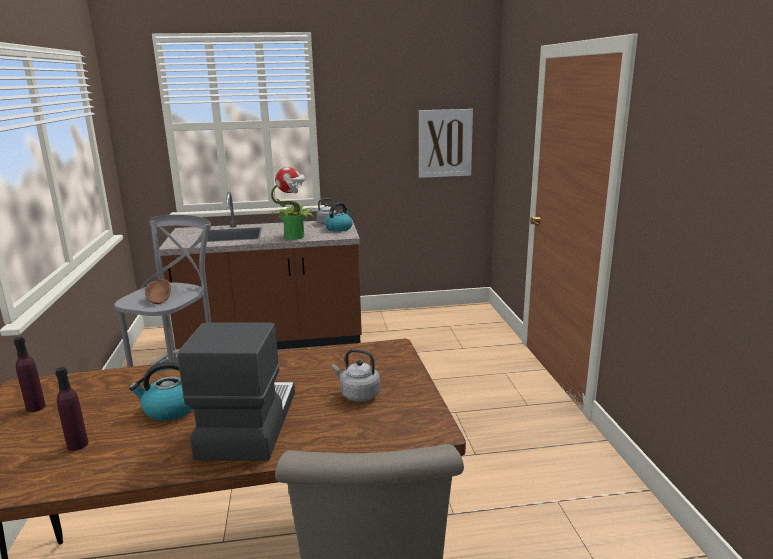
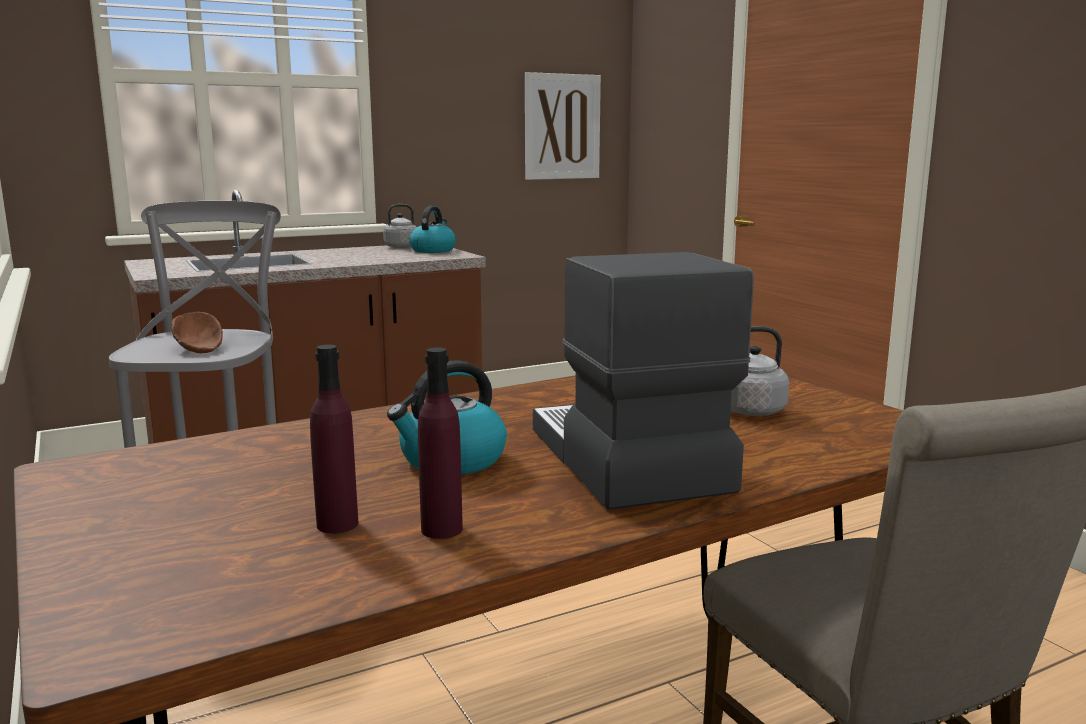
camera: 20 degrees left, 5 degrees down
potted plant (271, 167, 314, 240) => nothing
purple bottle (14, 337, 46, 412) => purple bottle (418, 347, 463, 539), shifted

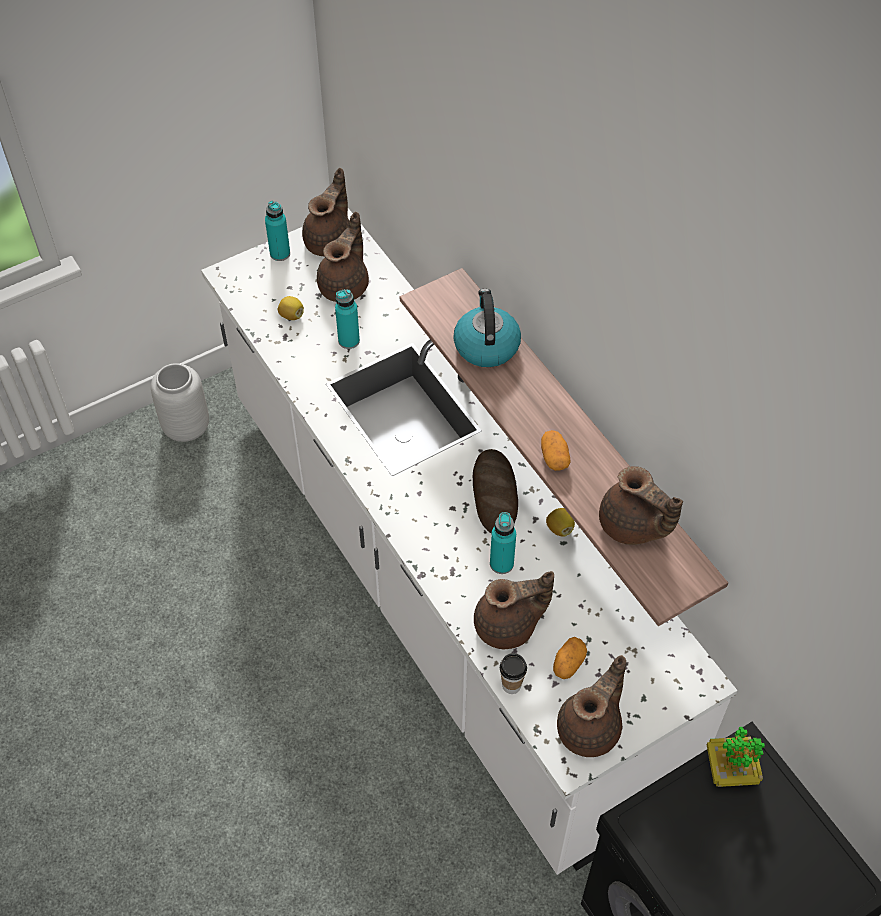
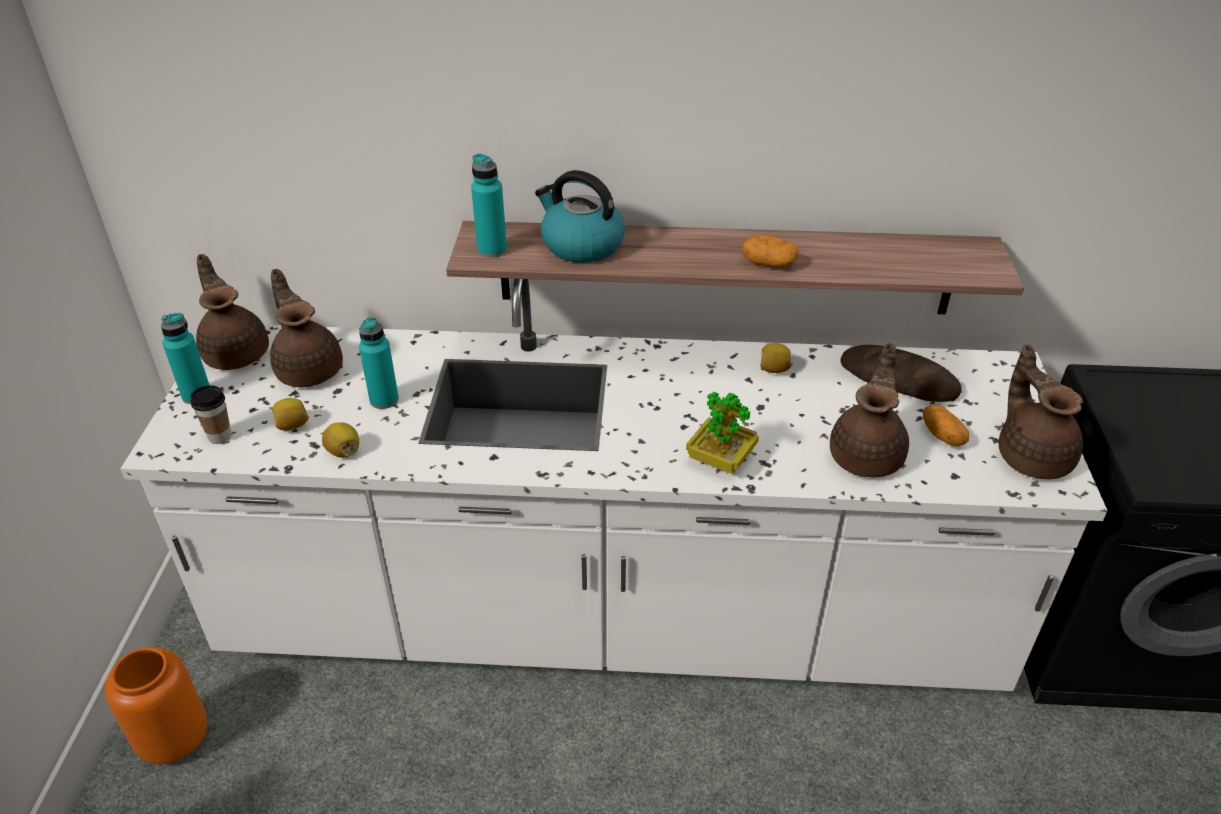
camera: 55 degrees left, 15 degrees down
brown teapot (599, 466, 683, 545) => nothing
nothing => lemon (322, 422, 359, 458)
bread (473, 449, 518, 534) => bread (840, 345, 962, 402), shifted
turquoise bottle (490, 512, 516, 574) => turquoise bottle (471, 154, 507, 258), shifted
cup (500, 653, 527, 694) => cup (191, 385, 232, 444), shifted
potted plant (707, 727, 765, 787) => potted plant (686, 391, 759, 474), shifted
grey vase (151, 363, 209, 442) => orange vase (105, 647, 207, 764)

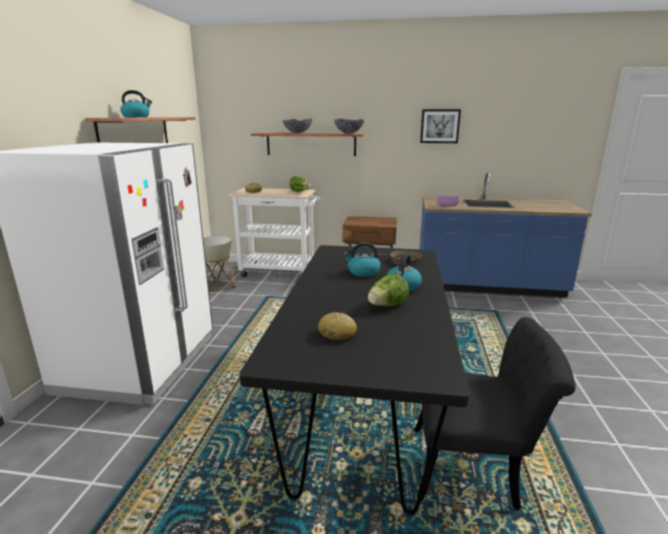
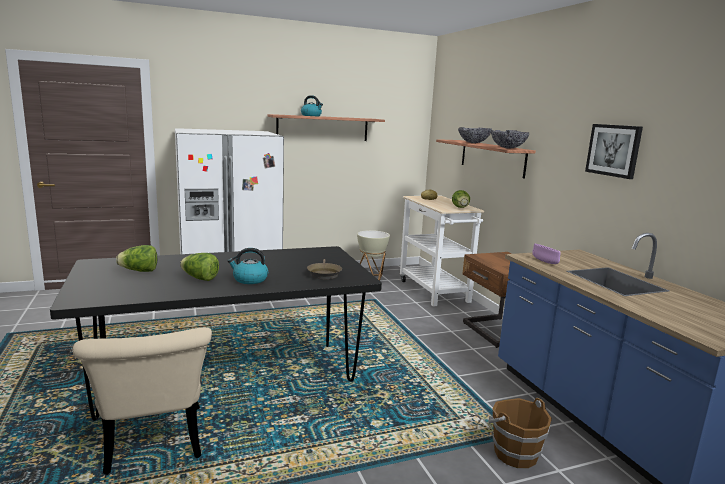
camera: 60 degrees right, 5 degrees down
kettle (343, 242, 381, 277) => nothing
nothing => brown bucket (488, 397, 552, 468)
bread (318, 312, 357, 340) => lettuce (116, 245, 157, 272)
black chair (414, 317, 576, 510) => beige chair (73, 327, 212, 475)

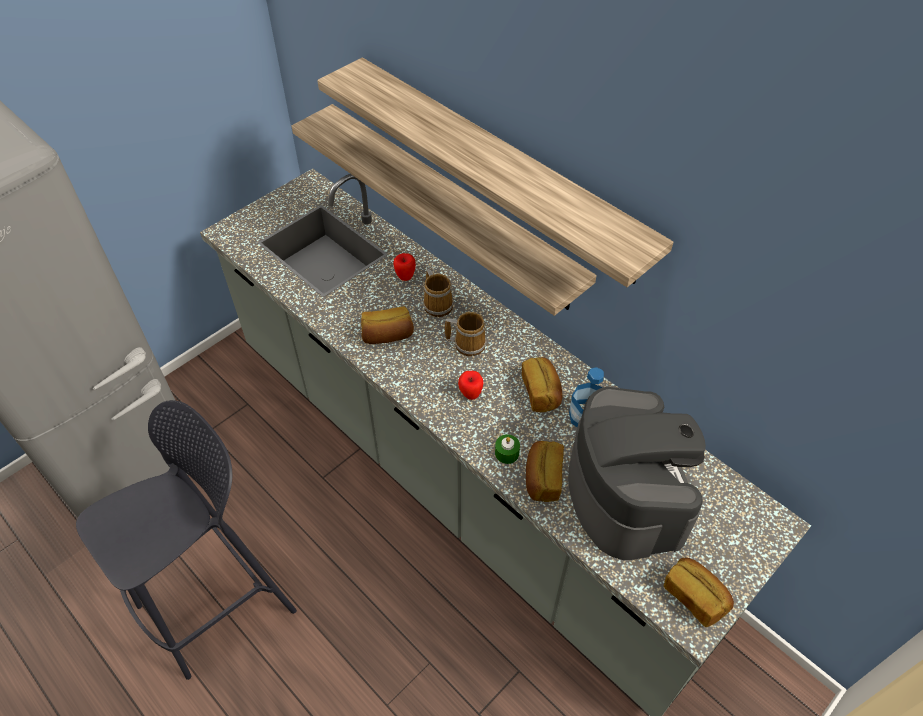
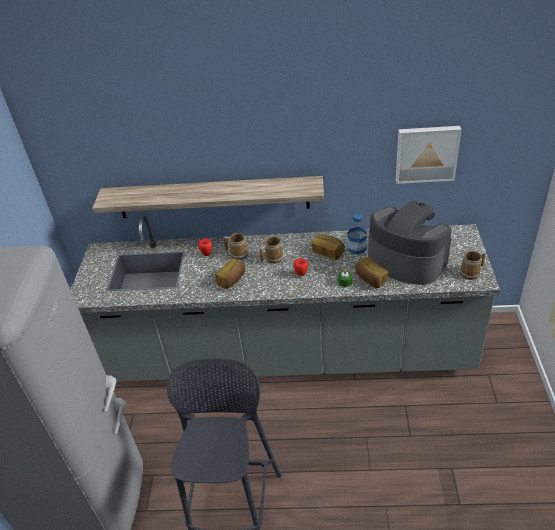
camera: 40 degrees left, 10 degrees down
shelf (317, 57, 673, 287) => nothing
nothing => picture (396, 126, 462, 184)
bread (663, 558, 734, 627) => mug (460, 251, 485, 280)

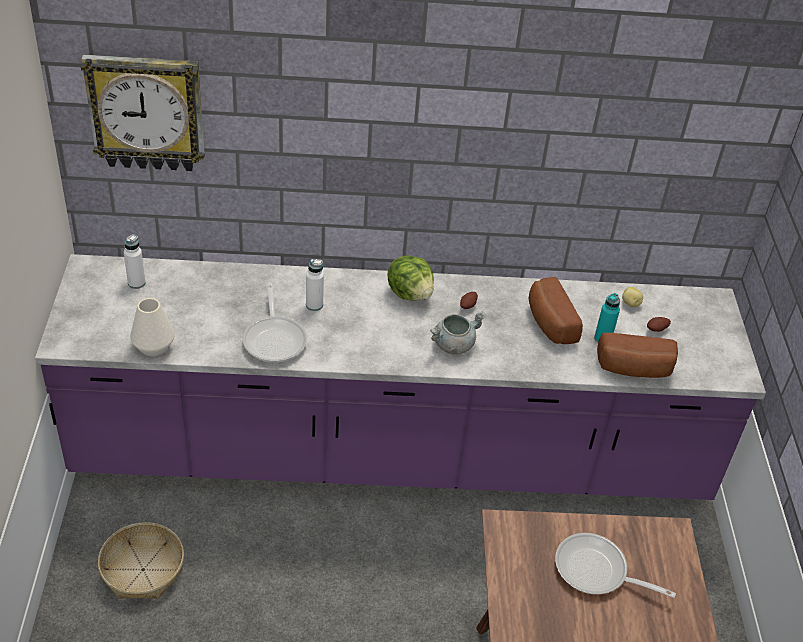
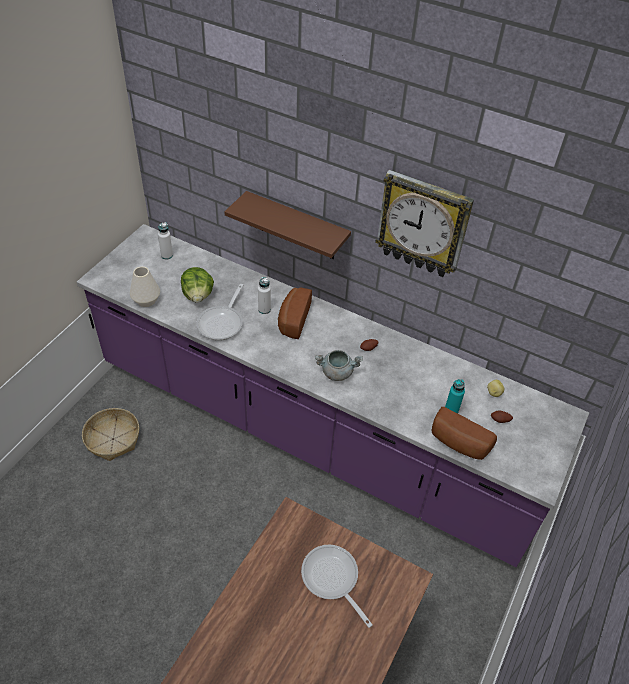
camera: 30 degrees right, 5 degrees up
nothing => brown shelf (225, 191, 351, 259)
wall clock (81, 54, 205, 171) => wall clock (375, 170, 474, 277), shifted
lettuce (387, 255, 434, 300) => lettuce (181, 267, 214, 302), shifted
bread (528, 277, 583, 344) => bread (278, 288, 312, 339), shifted

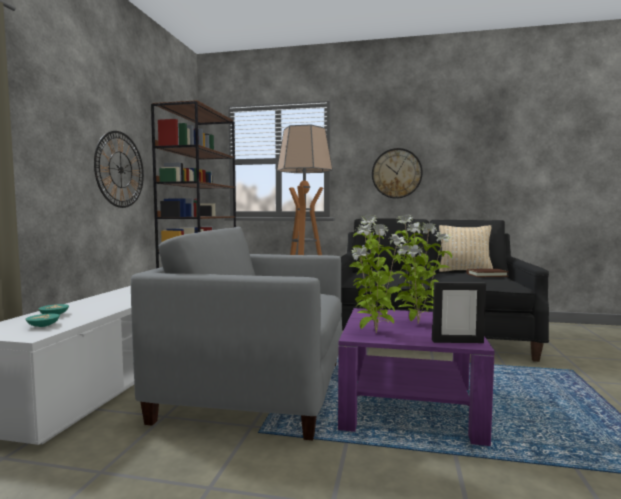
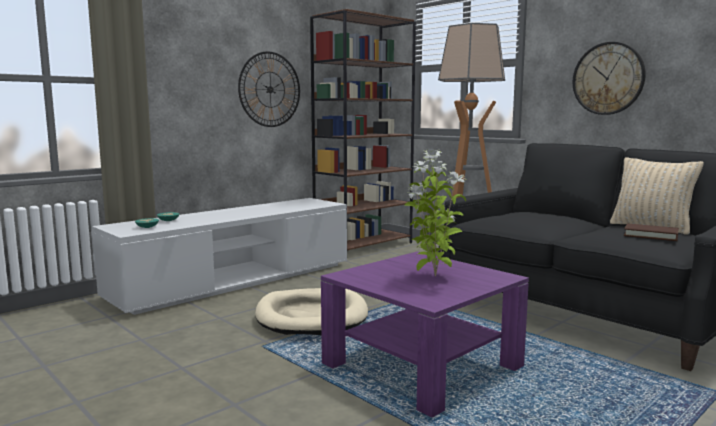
camera: 35 degrees right, 5 degrees up
potted plant (349, 214, 407, 333) => nothing
picture frame (432, 282, 486, 343) => nothing
grey armchair (131, 227, 342, 440) => beige dog bed (255, 288, 368, 335)

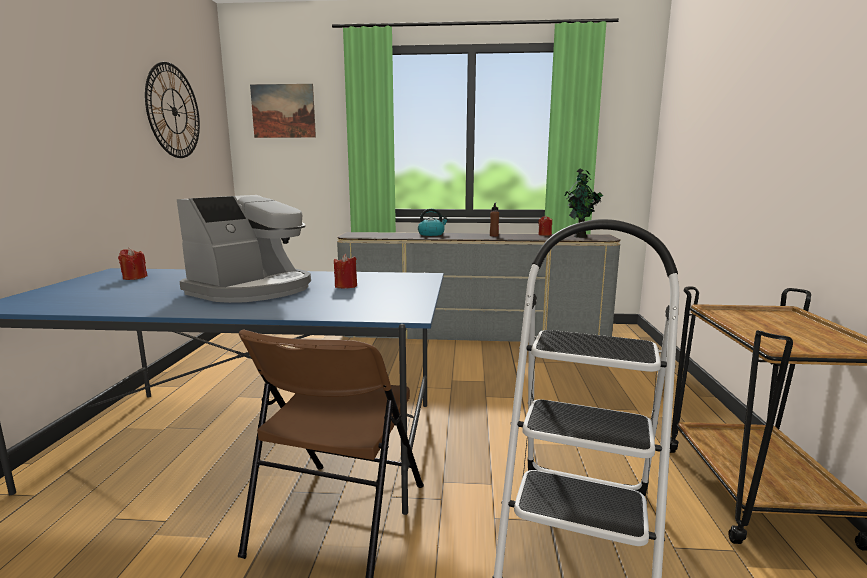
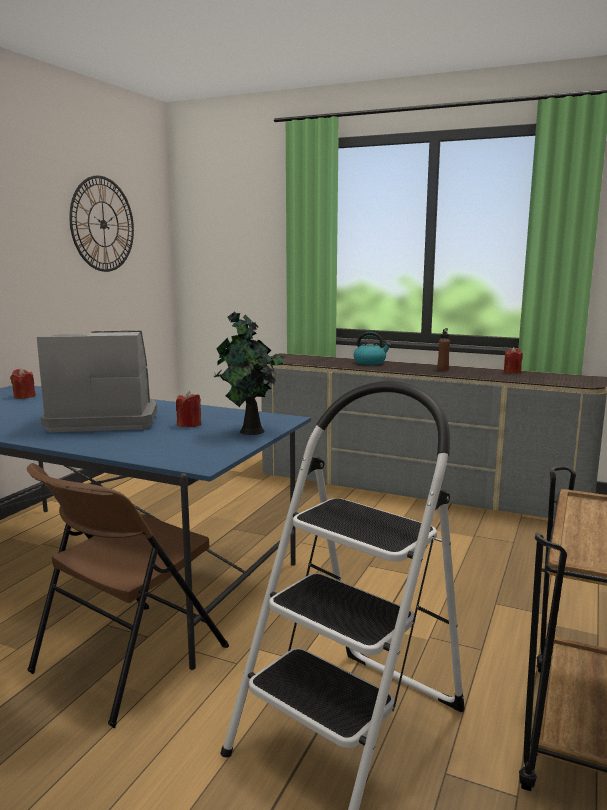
camera: 20 degrees right, 0 degrees up
picture (250, 84, 316, 138) => nothing
potted plant (565, 168, 603, 238) => potted plant (214, 312, 285, 435), shifted
coffee machine (177, 195, 311, 303) => coffee machine (37, 331, 157, 432), 150 degrees counterclockwise

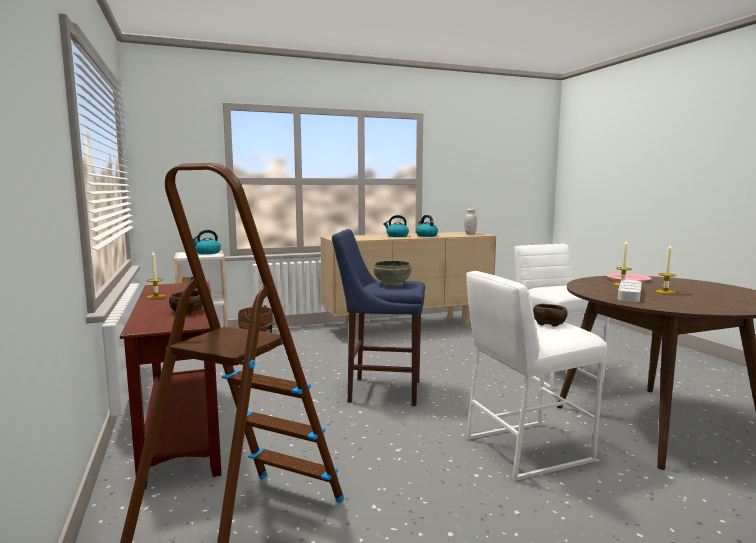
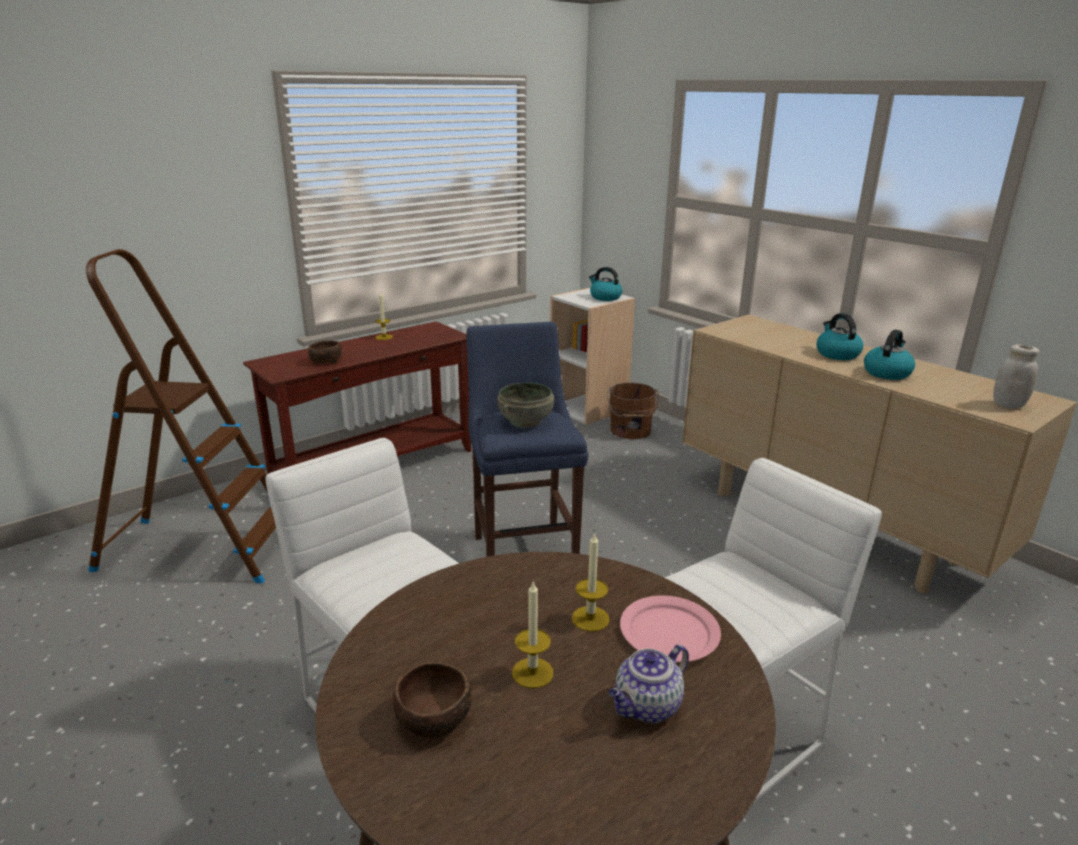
camera: 70 degrees right, 15 degrees up
grey tray (617, 280, 642, 302) => nothing
nothing => teapot (609, 644, 689, 723)
brown bowl (533, 304, 568, 327) => brown bowl (393, 662, 472, 739), shifted

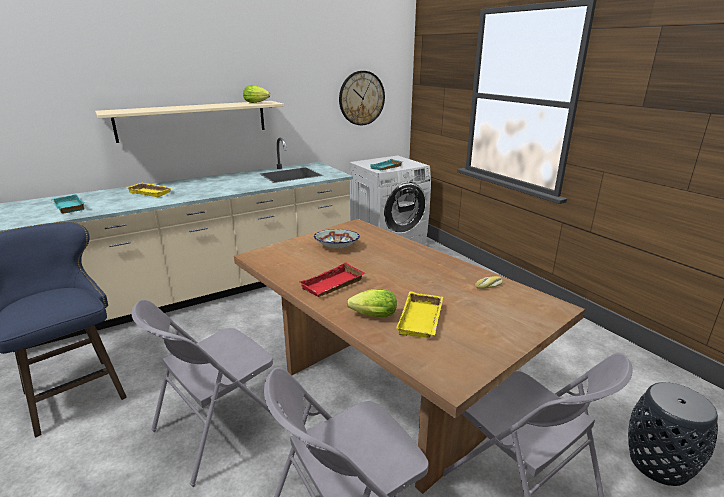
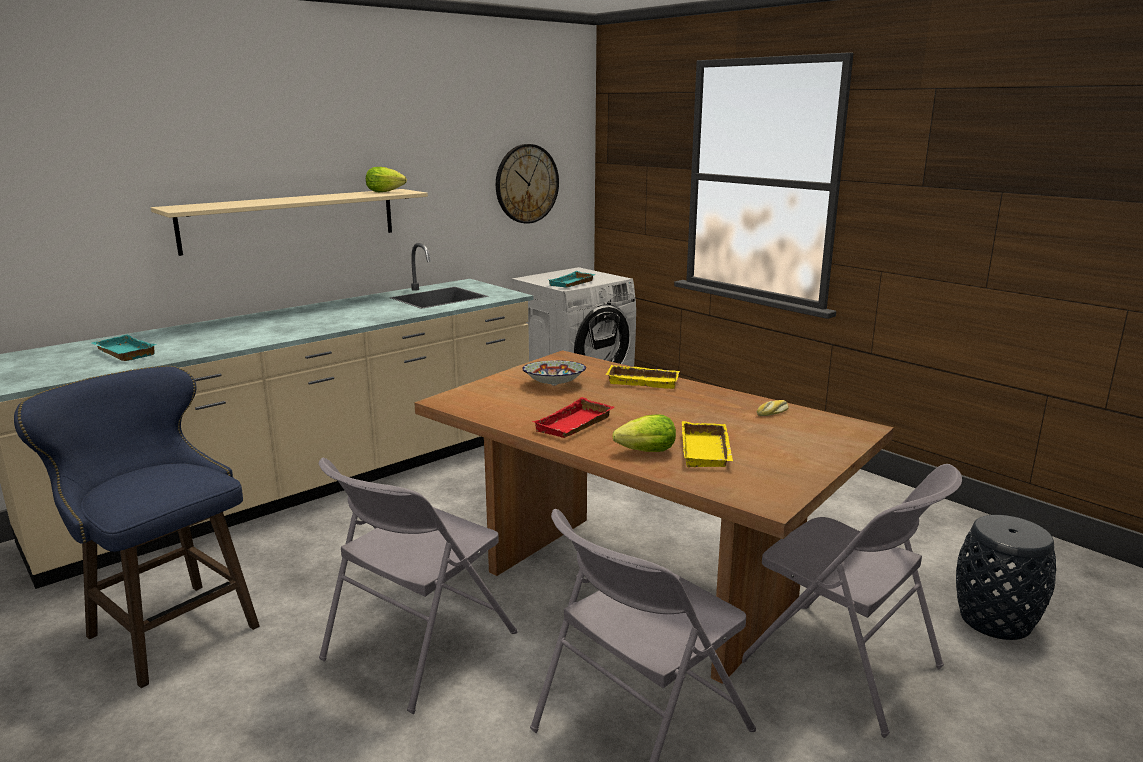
camera: 10 degrees left, 5 degrees down
yellow tray (127, 182, 172, 197) => yellow tray (606, 365, 680, 389), shifted

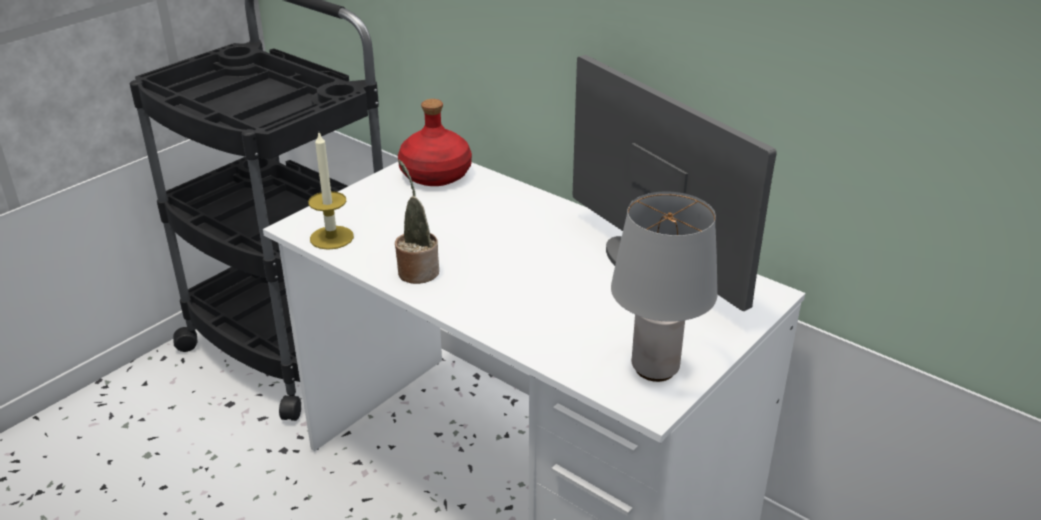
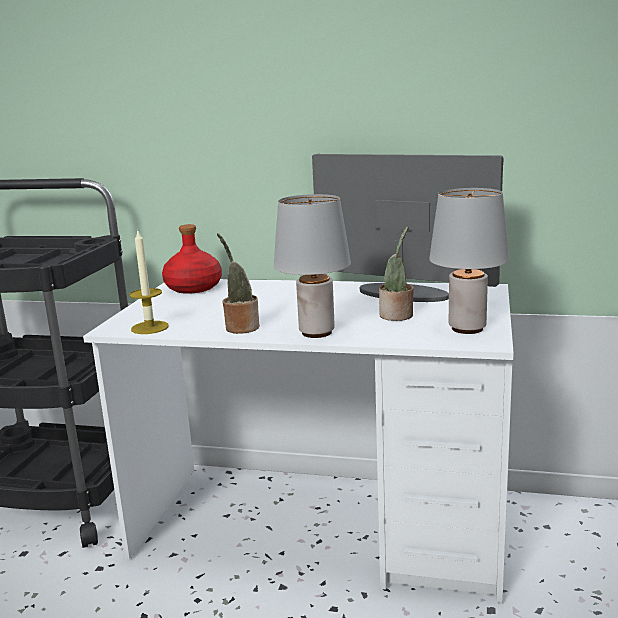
camera: 25 degrees left, 15 degrees down
nothing => grey table lamp (274, 194, 351, 338)
nothing => potted plant (379, 227, 414, 321)

